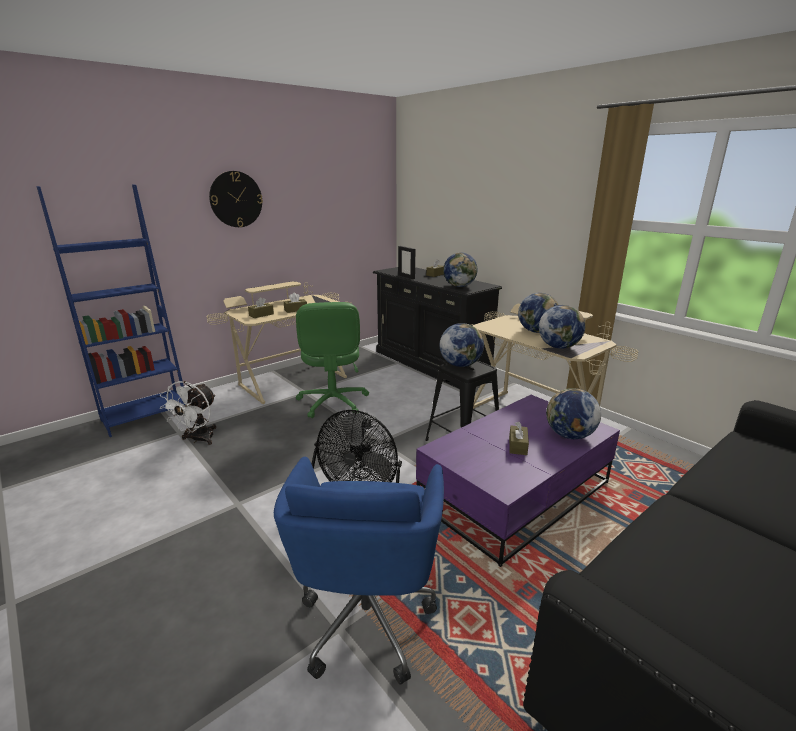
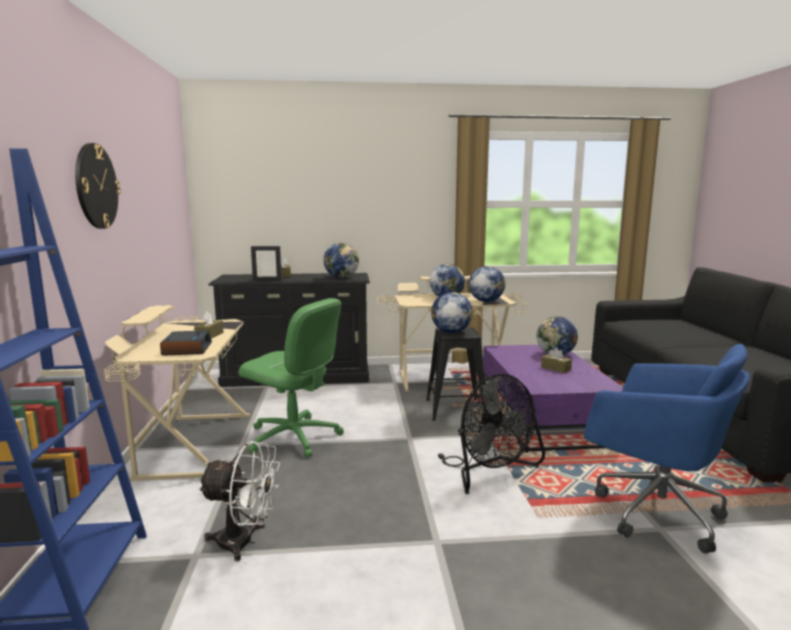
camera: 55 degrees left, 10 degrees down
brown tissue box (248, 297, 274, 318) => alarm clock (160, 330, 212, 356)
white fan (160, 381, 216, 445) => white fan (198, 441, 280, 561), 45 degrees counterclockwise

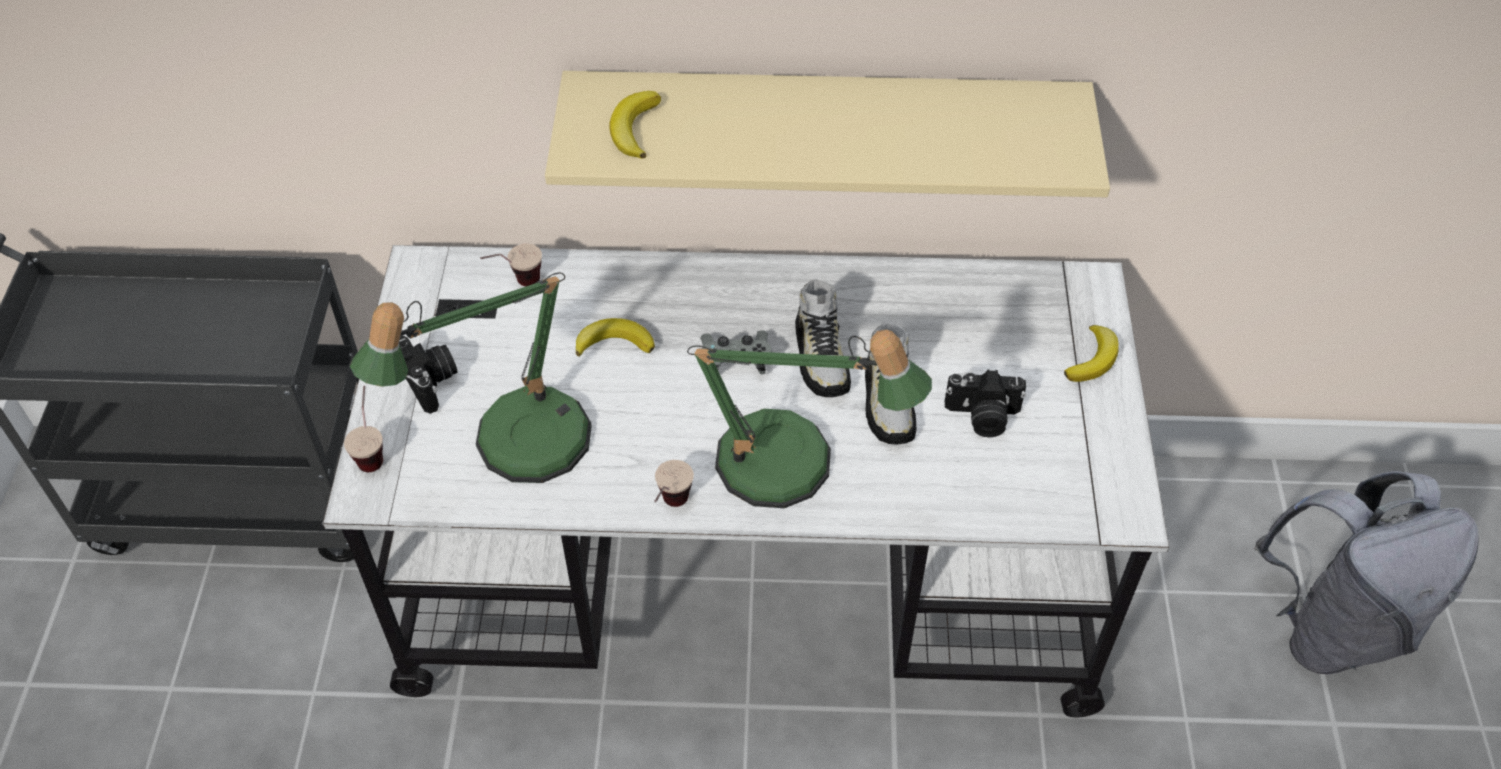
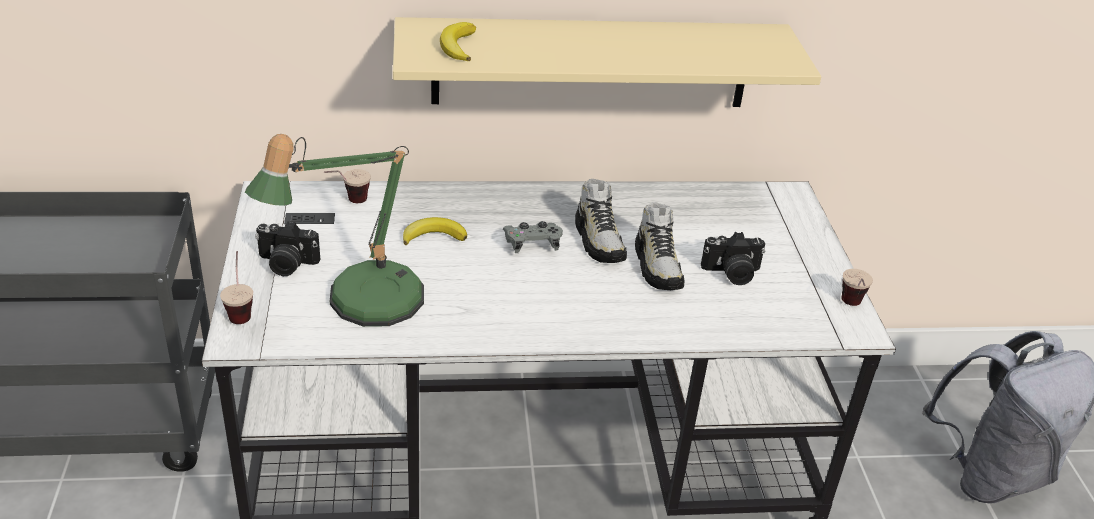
camera: 10 degrees left, 15 degrees down
table lamp (687, 330, 932, 508) => nothing
banana (1064, 325, 1118, 382) => nothing
cup (654, 460, 694, 507) => cup (841, 269, 873, 306), shifted
photo camera (399, 335, 457, 414) => photo camera (255, 221, 320, 276), 135 degrees clockwise

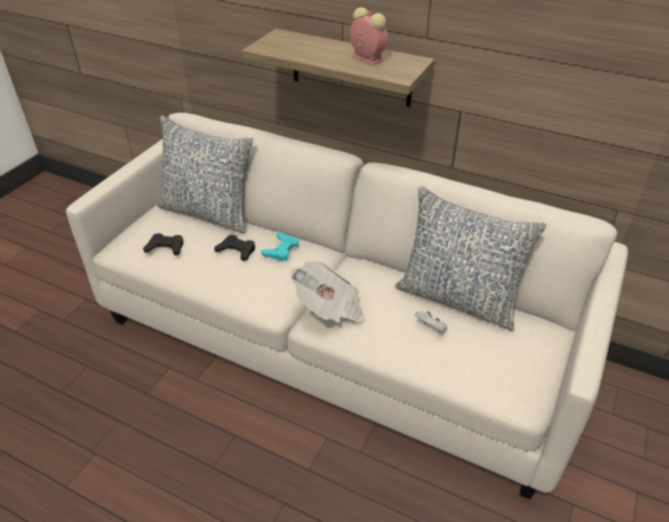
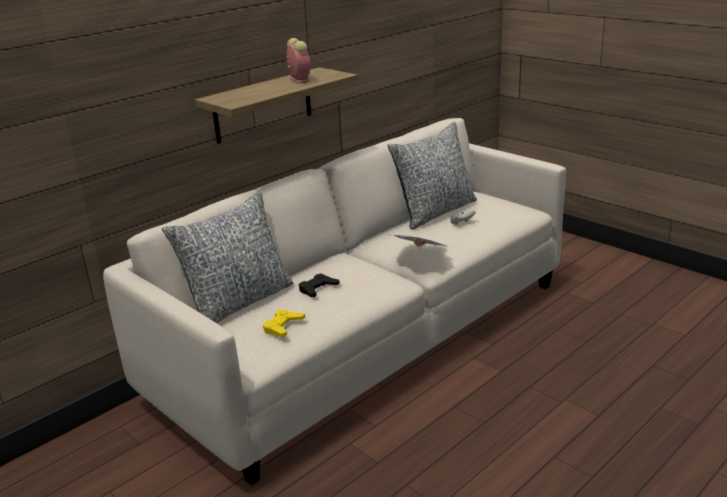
camera: 70 degrees left, 15 degrees down
turquoise game controller (261, 231, 299, 261) => nothing
black game controller (143, 233, 183, 255) => yellow game controller (263, 310, 305, 337)
alarm clock (350, 7, 388, 65) => alarm clock (287, 38, 310, 84), 90 degrees clockwise

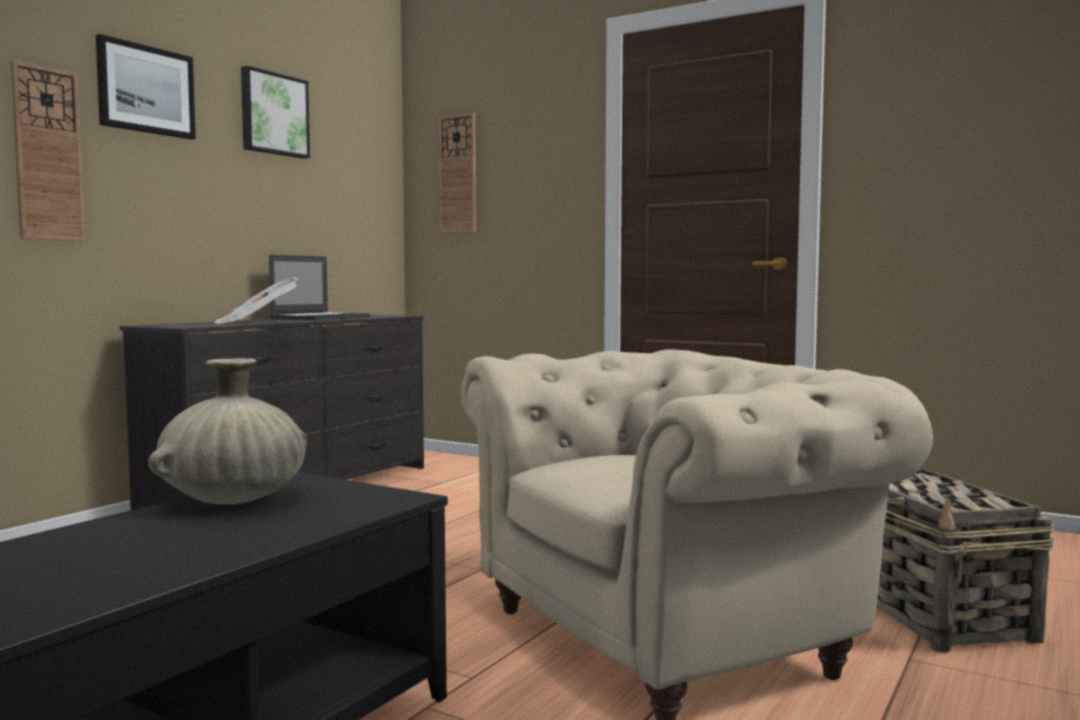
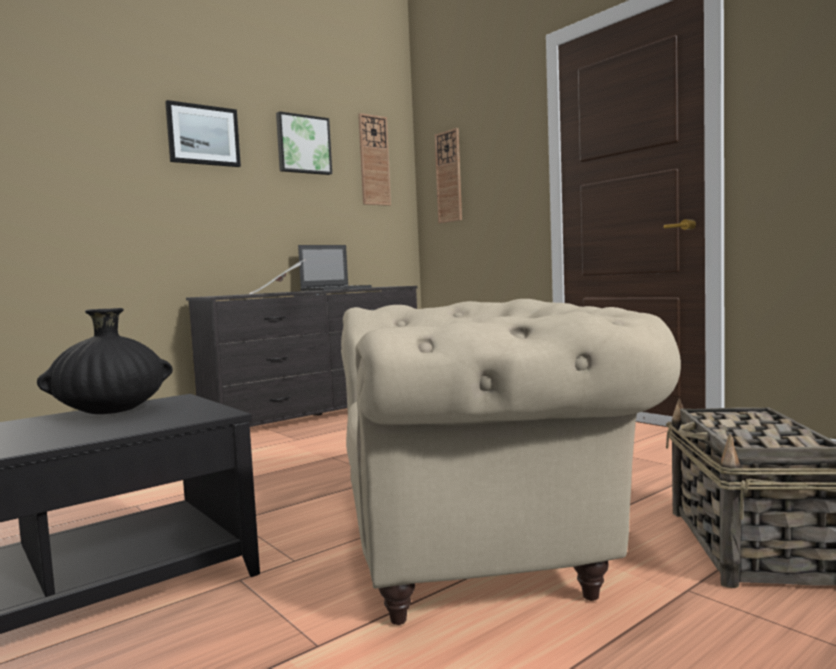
camera: 20 degrees right, 0 degrees up
wall clock (11, 60, 85, 241) => wall clock (358, 113, 391, 206), shifted
beige vase (148, 358, 307, 505) => black vase (37, 308, 173, 414)

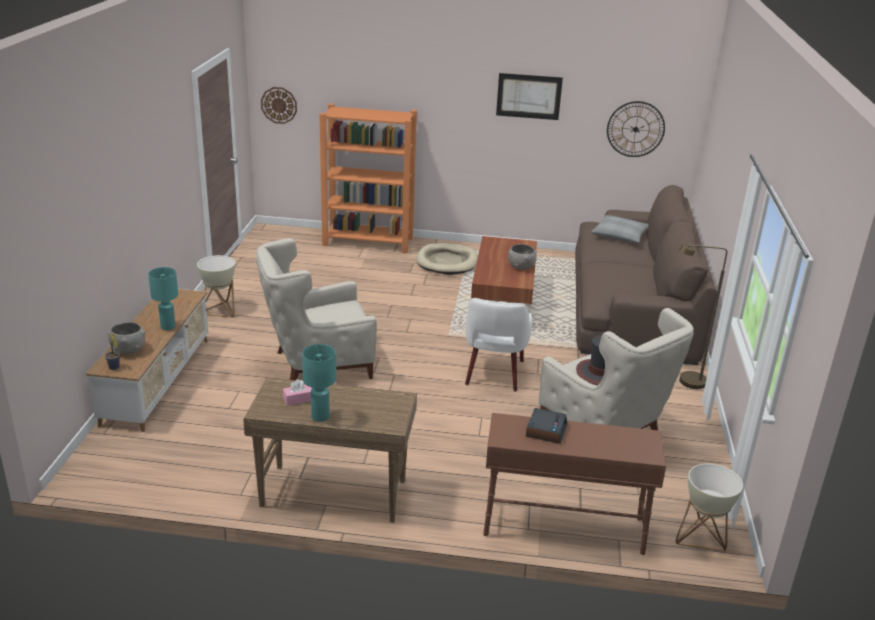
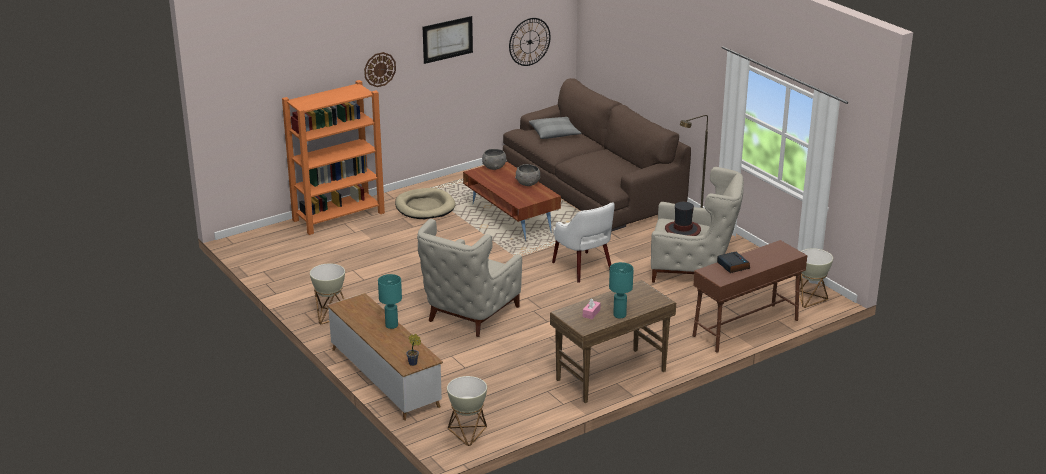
camera: 40 degrees left, 0 degrees up
nothing => planter (447, 376, 487, 446)
grey bowl (107, 322, 146, 354) => grey bowl (482, 149, 507, 170), shifted
wall clock (261, 87, 297, 124) => wall clock (364, 52, 396, 87), shifted

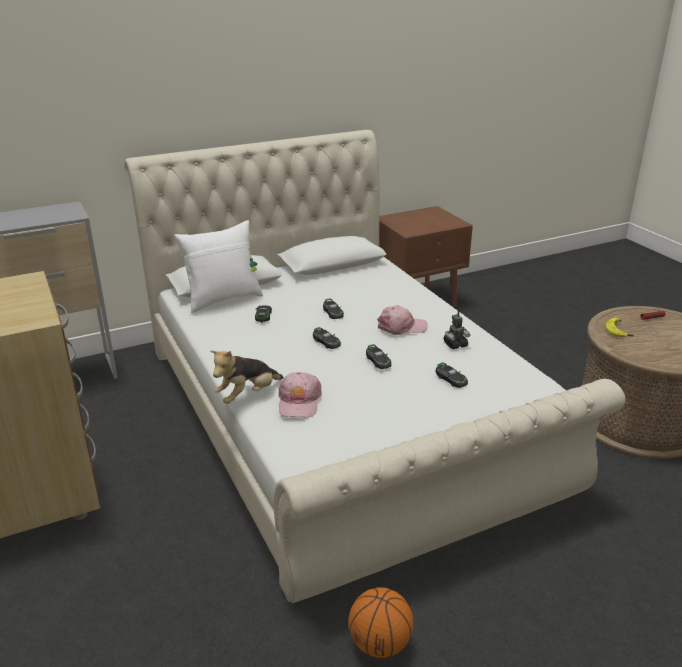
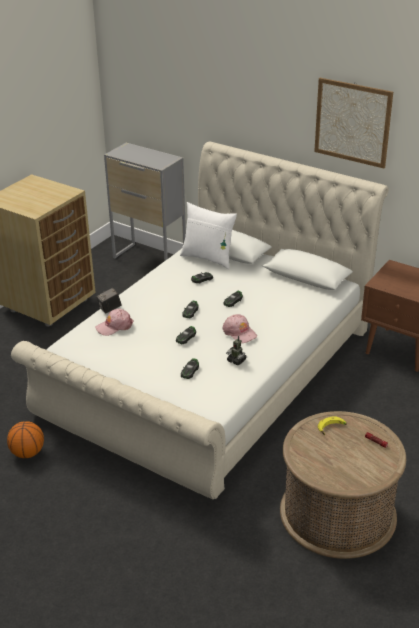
camera: 60 degrees right, 5 degrees up
nothing => picture (314, 78, 393, 168)
plush toy (210, 350, 284, 404) => photo camera (97, 288, 122, 314)

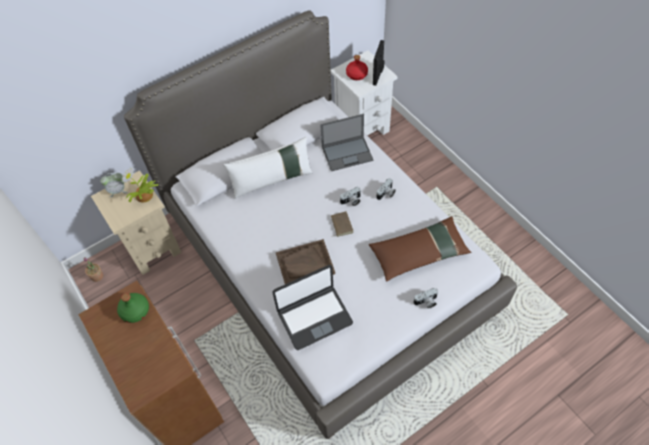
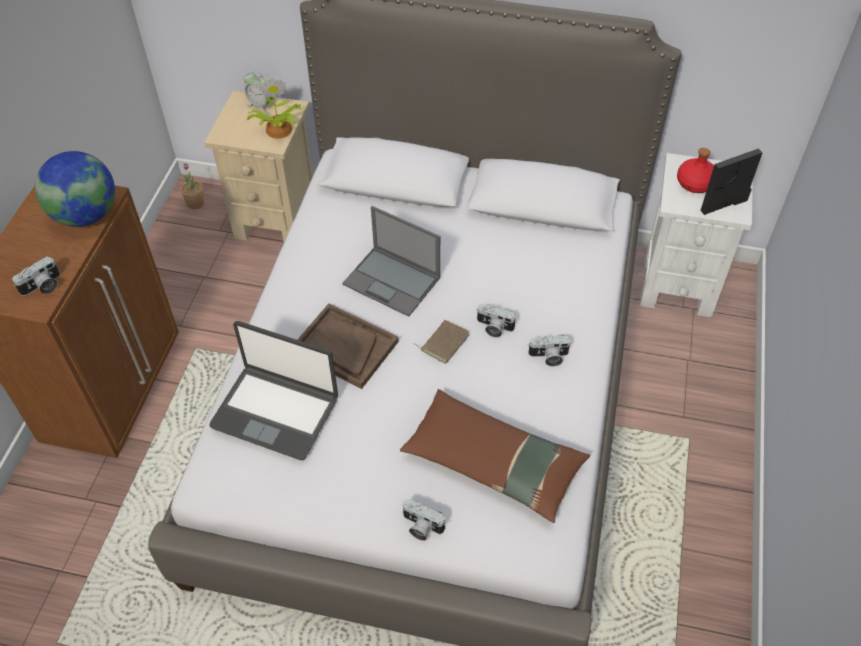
camera: 45 degrees right, 5 degrees down
white pillow (224, 137, 313, 199) => nothing
nothing => photo camera (12, 257, 60, 296)
laptop (320, 114, 374, 171) => laptop (342, 206, 440, 317), shifted
green bottle (117, 293, 149, 323) => globe (35, 151, 115, 227)

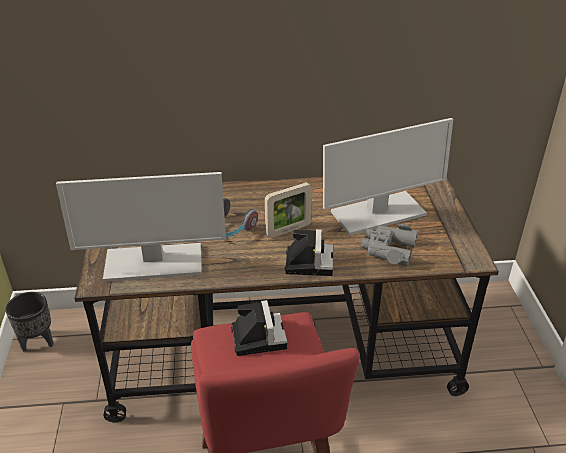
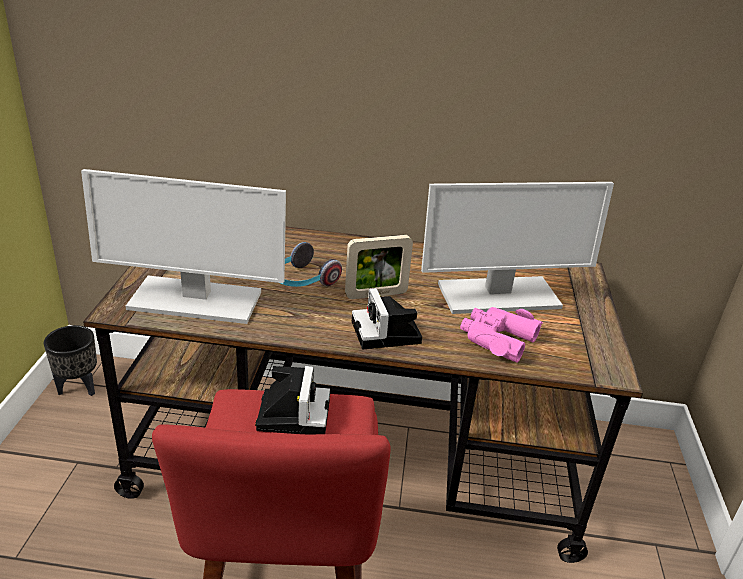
camera: 10 degrees right, 5 degrees down
grey binoculars (361, 224, 418, 266) => pink binoculars (460, 307, 543, 363)
photo camera (284, 229, 333, 276) => photo camera (352, 288, 422, 350), 150 degrees clockwise

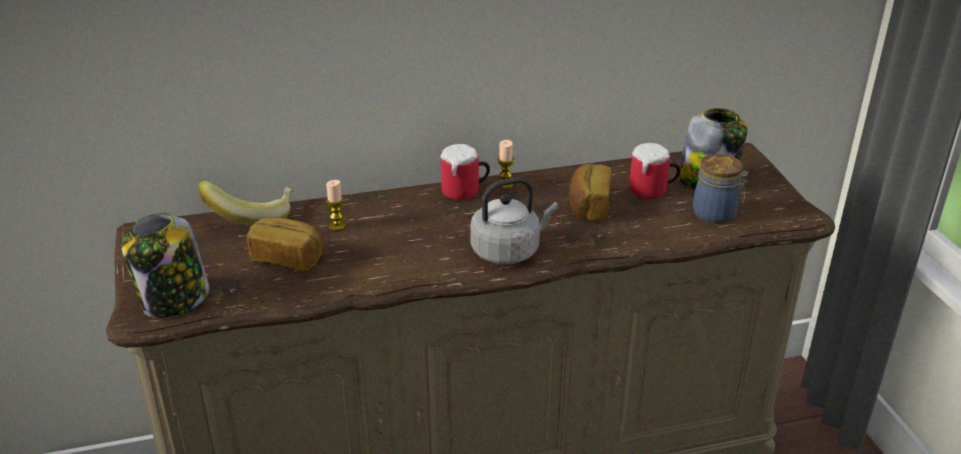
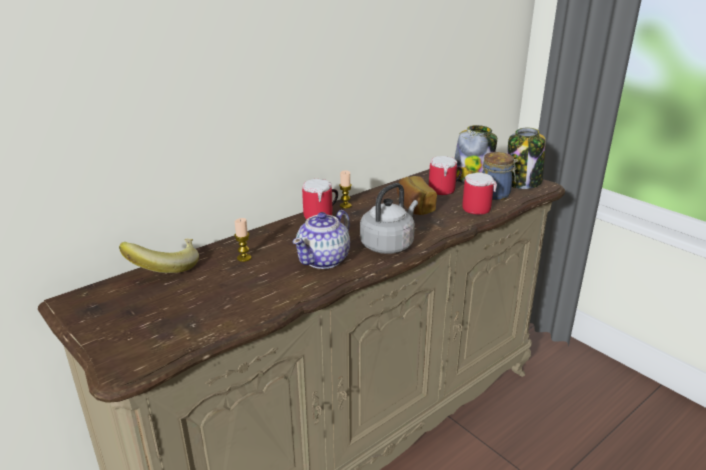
camera: 25 degrees left, 5 degrees down
bread (247, 217, 325, 271) => nothing
nothing => teapot (293, 210, 350, 269)
nothing => mug (463, 172, 497, 215)
jar (121, 213, 209, 318) => jar (507, 127, 546, 189), shifted

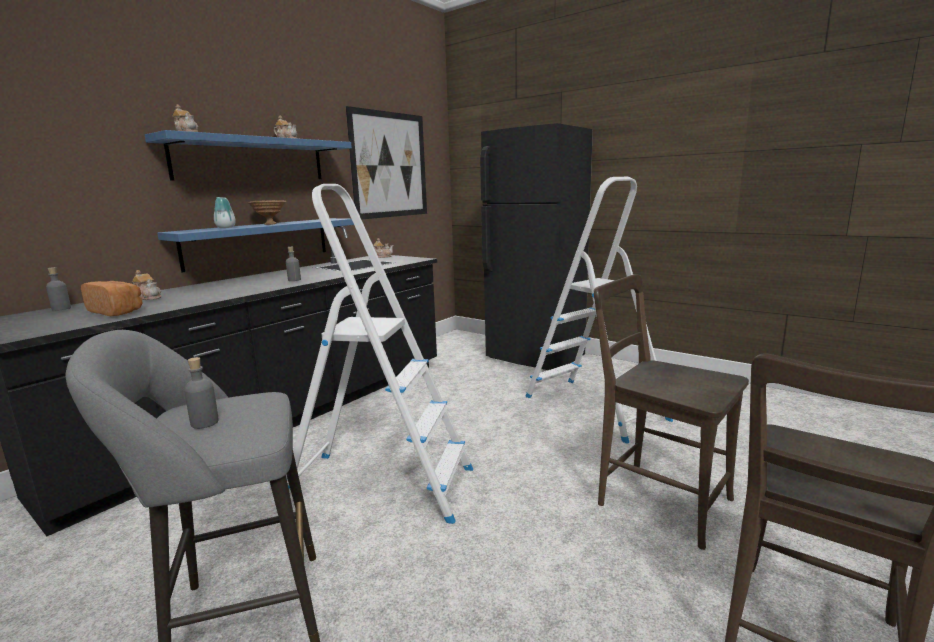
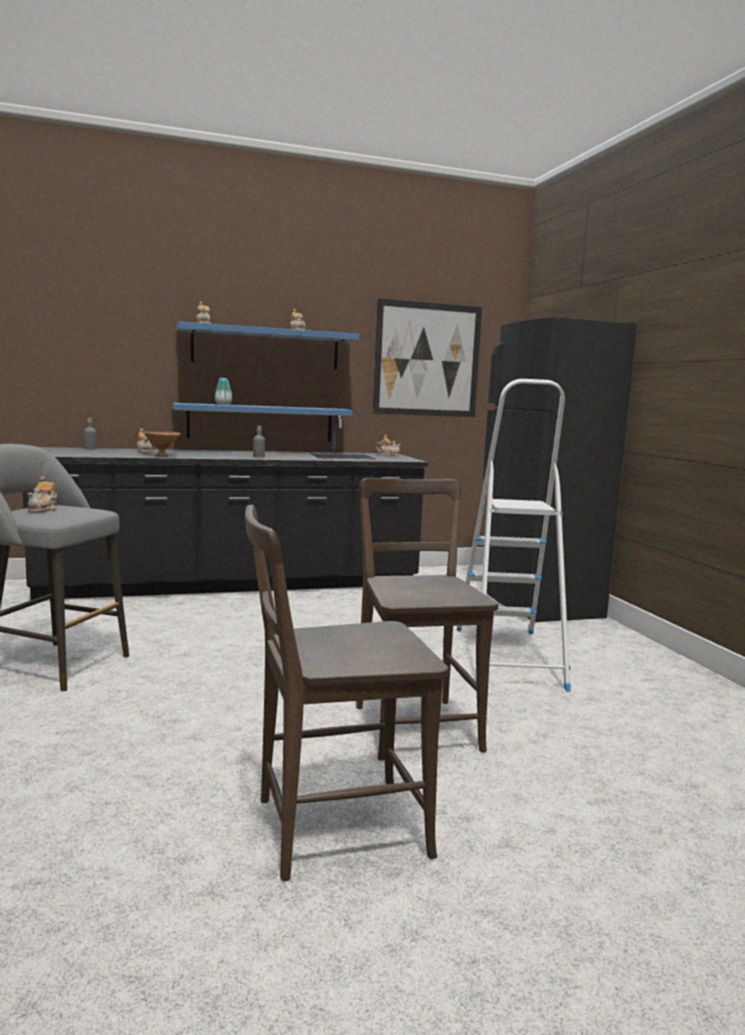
camera: 35 degrees right, 5 degrees down
bread (81, 281, 143, 316) => nothing
white step ladder (286, 184, 473, 524) => nothing
brown bowl (248, 200, 287, 225) => brown bowl (143, 432, 180, 456), shifted
grey bottle (184, 357, 219, 429) => teapot (27, 476, 57, 512)

